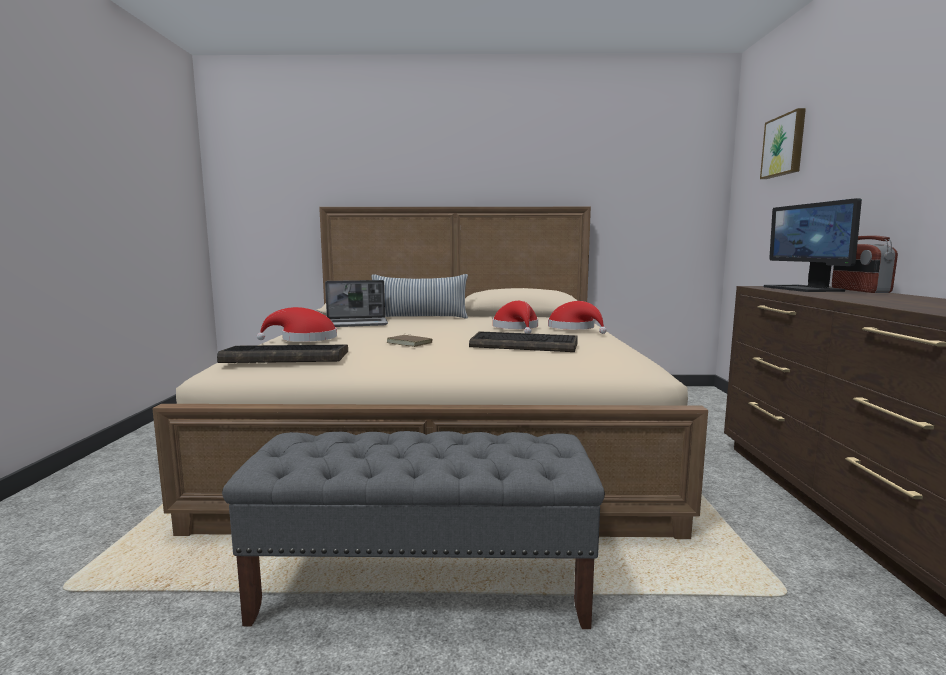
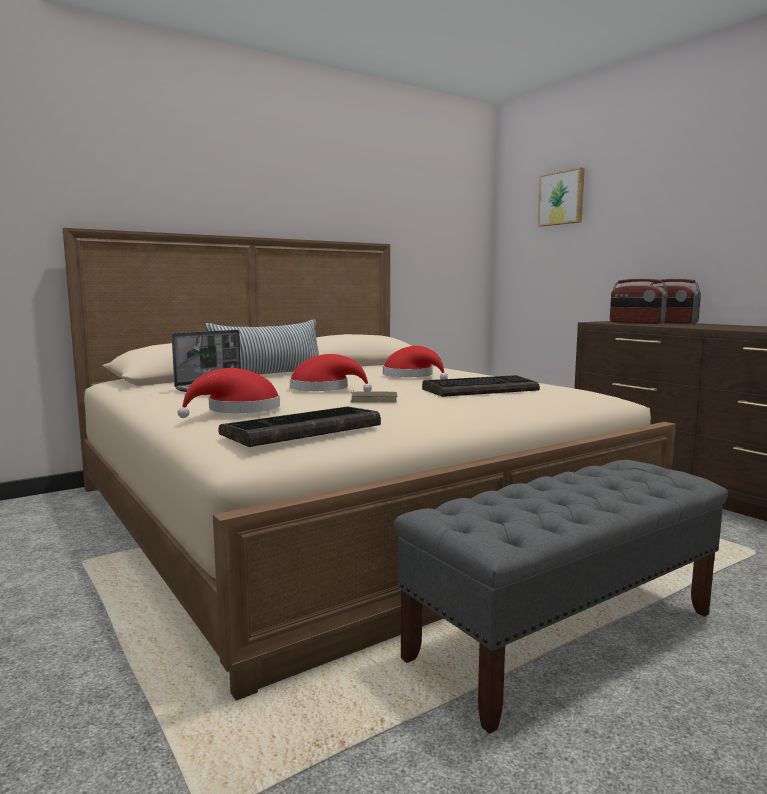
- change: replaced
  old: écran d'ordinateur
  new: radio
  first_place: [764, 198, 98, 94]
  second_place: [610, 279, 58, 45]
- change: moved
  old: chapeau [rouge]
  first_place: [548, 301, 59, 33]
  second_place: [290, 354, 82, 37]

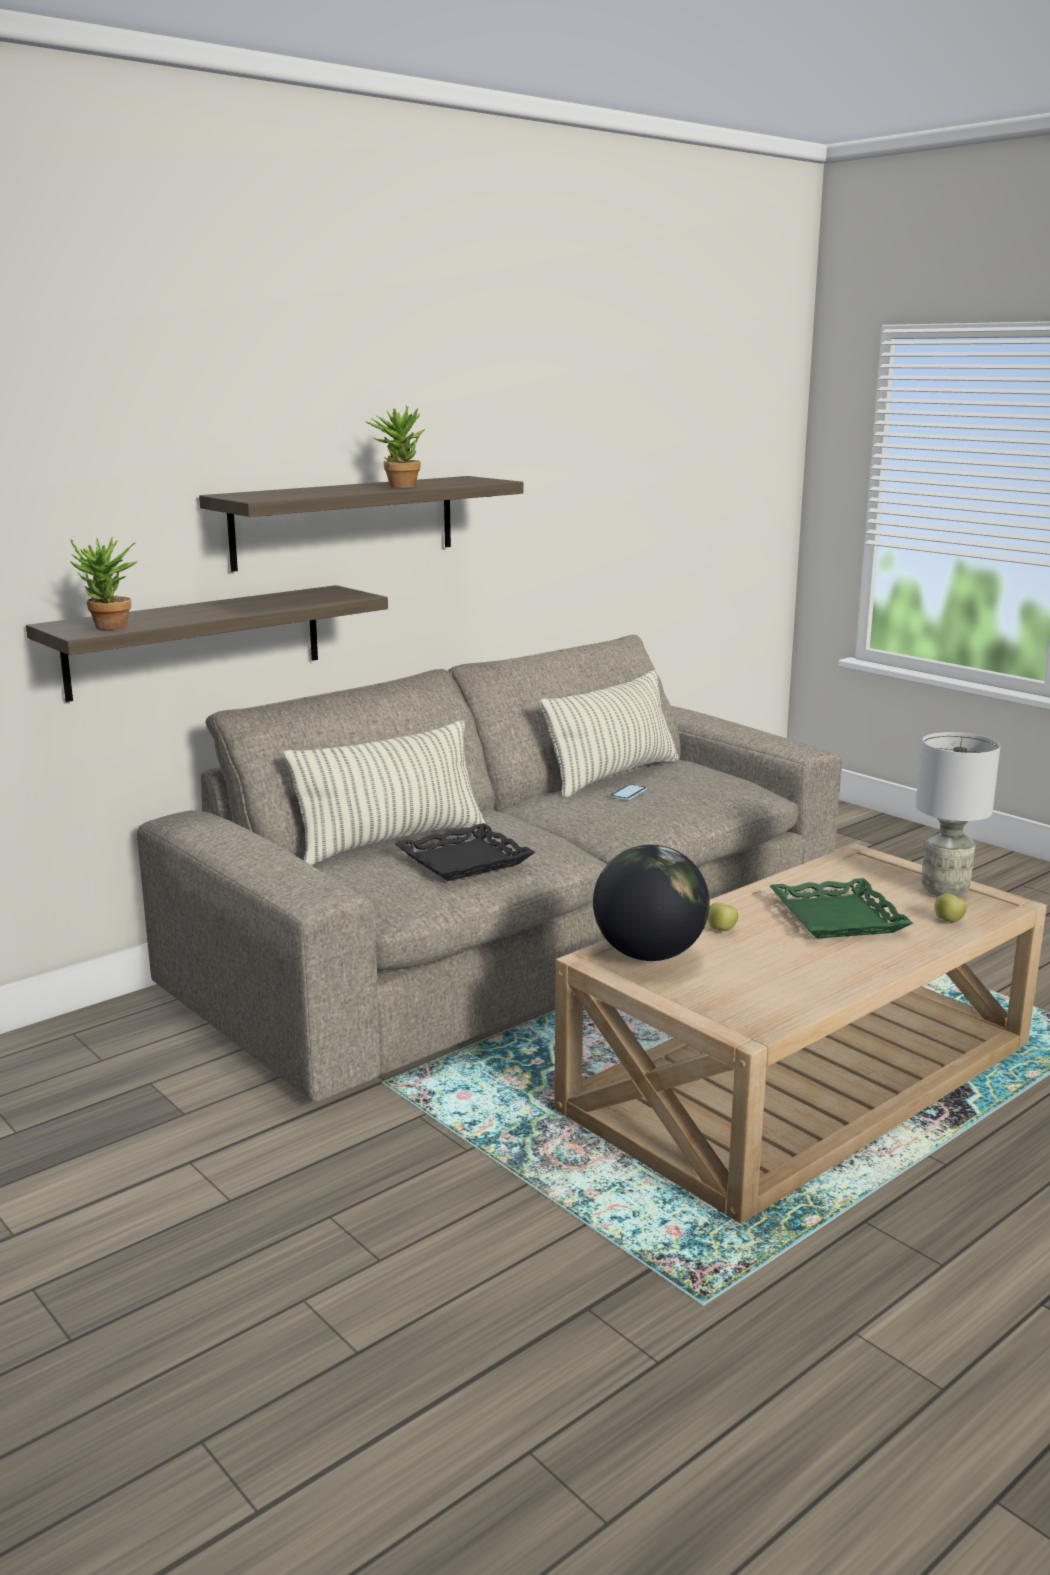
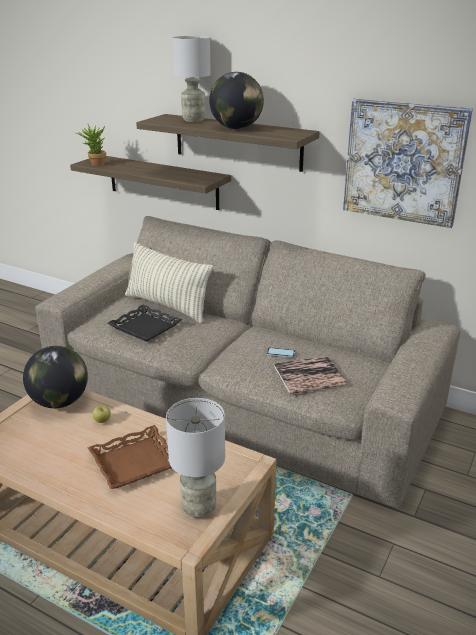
- change: replaced
  old: plante en pot
  new: globe
  first_place: [365, 405, 60, 83]
  second_place: [209, 72, 55, 57]
- change: removed
  old: coussin
  first_place: [540, 670, 139, 128]
- change: recoloured
  old: plateau [vert]
  new: plateau [marron]
  first_place: [770, 878, 143, 61]
  second_place: [87, 425, 85, 64]
- change: removed
  old: pomme
  first_place: [935, 894, 32, 28]
- change: added
  new: lampe de table [gris]
  second_place: [172, 36, 39, 86]
- change: added
  new: tableau
  second_place: [343, 98, 130, 130]
- change: added
  new: livre
  second_place: [274, 356, 73, 38]

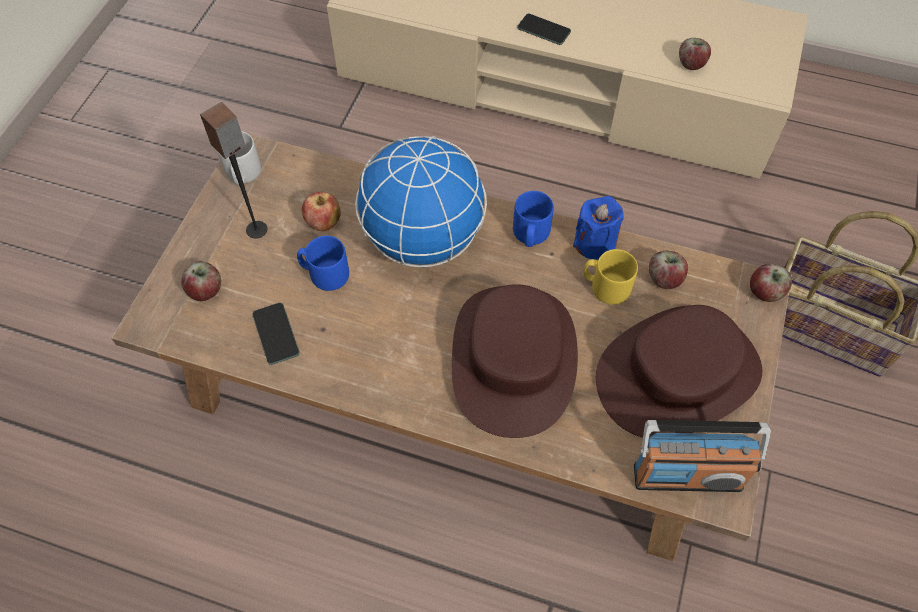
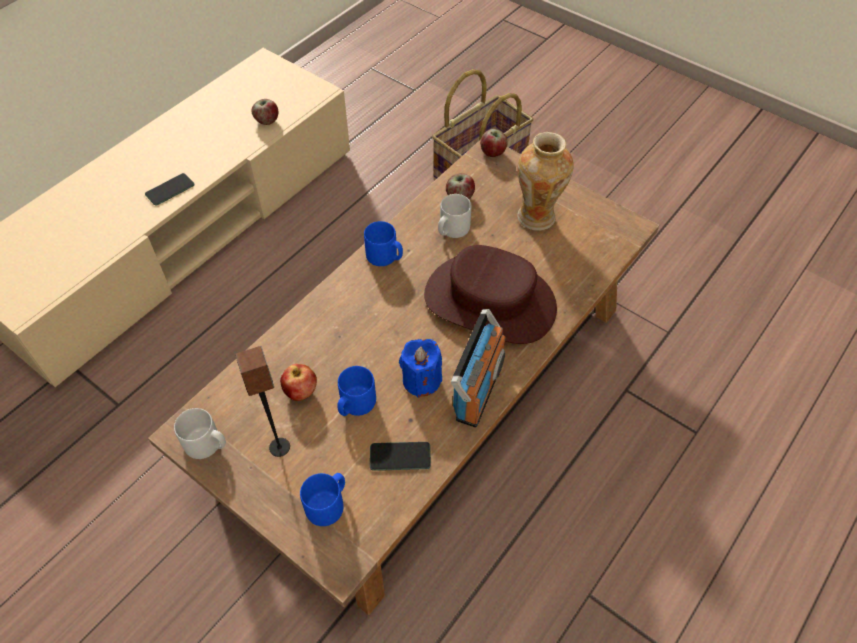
- change: removed
  old: globe
  first_place: [355, 136, 132, 131]
- change: moved
  old: bougie [bleu]
  first_place: [573, 196, 51, 64]
  second_place: [399, 339, 43, 59]
- change: recoloured
  old: mug [jaune]
  new: mug [gris]
  first_place: [584, 249, 54, 56]
  second_place: [438, 194, 33, 44]
- change: replaced
  old: pomme
  new: mug [bleu]
  first_place: [181, 261, 40, 40]
  second_place: [300, 473, 45, 53]
- change: replaced
  old: chapeau [marron]
  new: vase
  first_place: [596, 305, 166, 133]
  second_place: [517, 132, 57, 99]
- change: moved
  old: radio
  first_place: [634, 420, 137, 72]
  second_place: [451, 309, 55, 119]

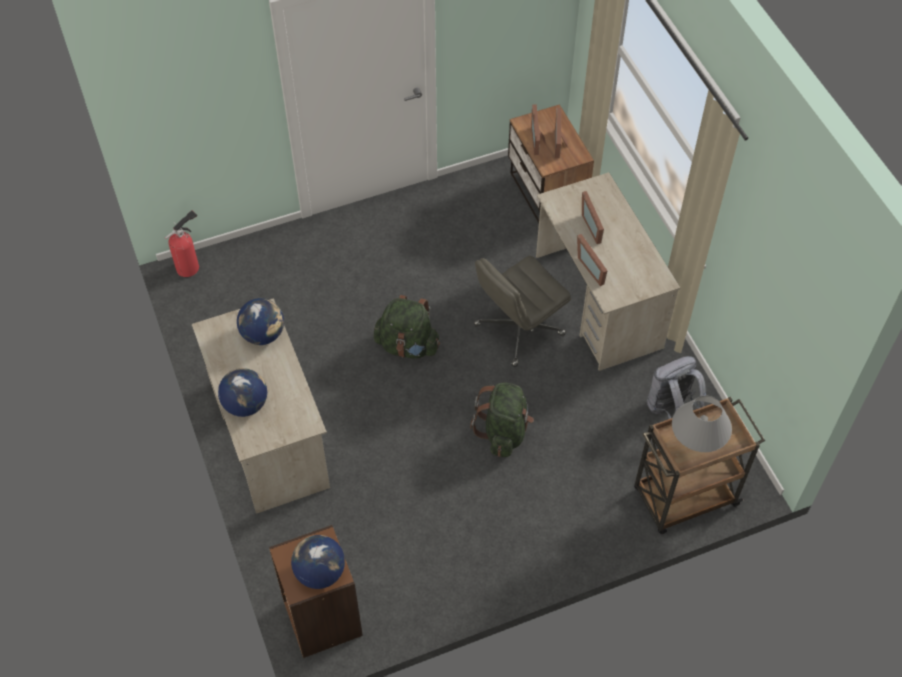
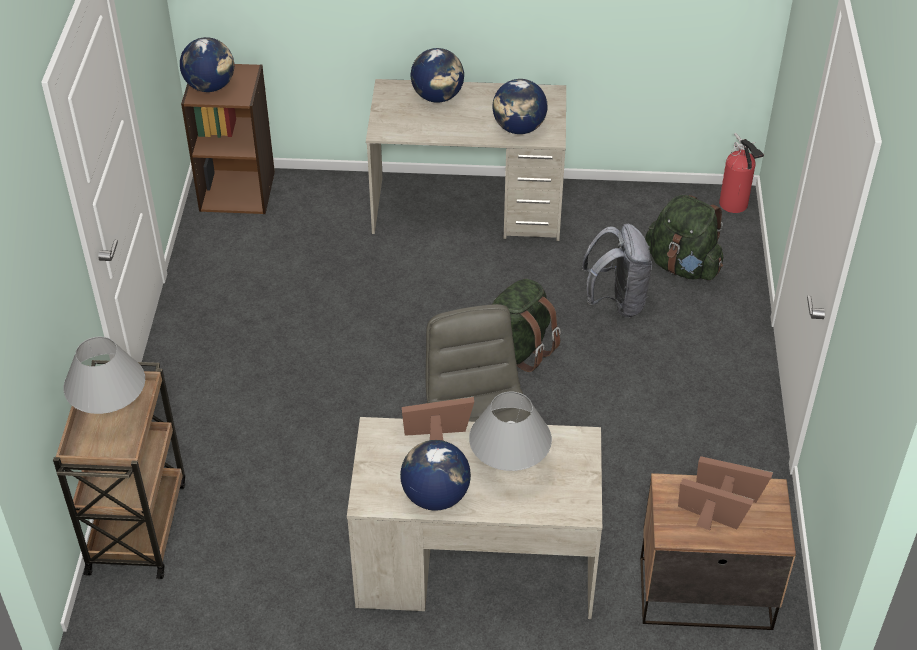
- change: replaced
  old: cadre photo
  new: lampe de table [gris]
  first_place: [582, 191, 22, 53]
  second_place: [469, 392, 83, 79]
- change: moved
  old: sac à dos [gris]
  first_place: [647, 356, 60, 63]
  second_place: [582, 224, 70, 94]
- change: moved
  old: sac à dos [vert]
  first_place: [470, 383, 64, 74]
  second_place: [645, 195, 78, 85]
- change: added
  new: globe
  second_place: [400, 440, 71, 71]

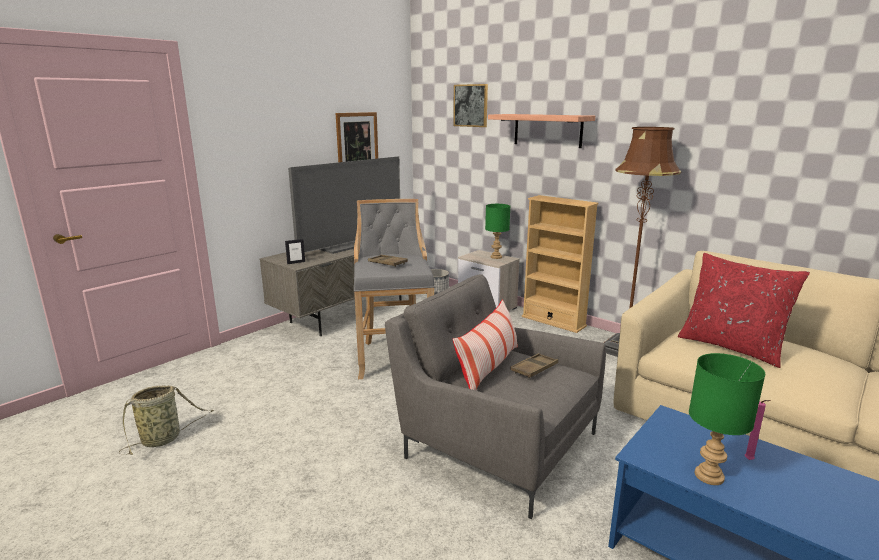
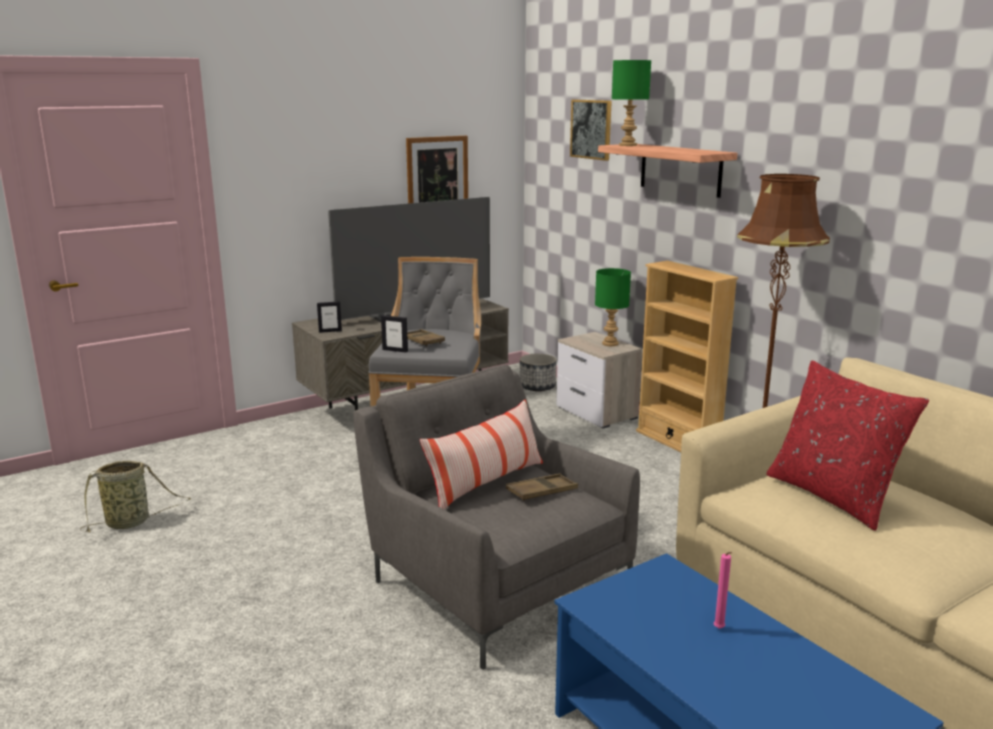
- change: moved
  old: lampe de table [vert]
  first_place: [689, 353, 76, 132]
  second_place: [612, 60, 39, 86]
- change: added
  new: cadre photo
  second_place: [381, 315, 27, 38]

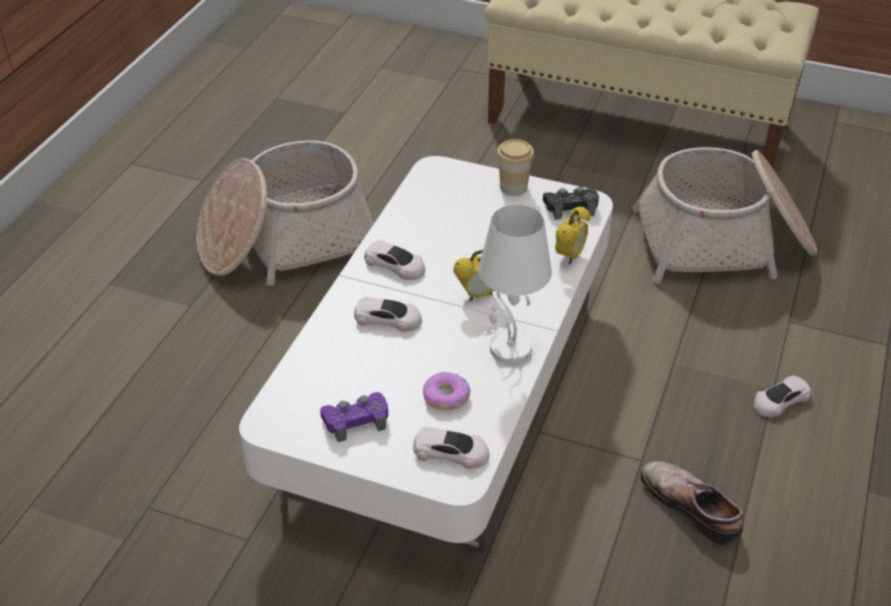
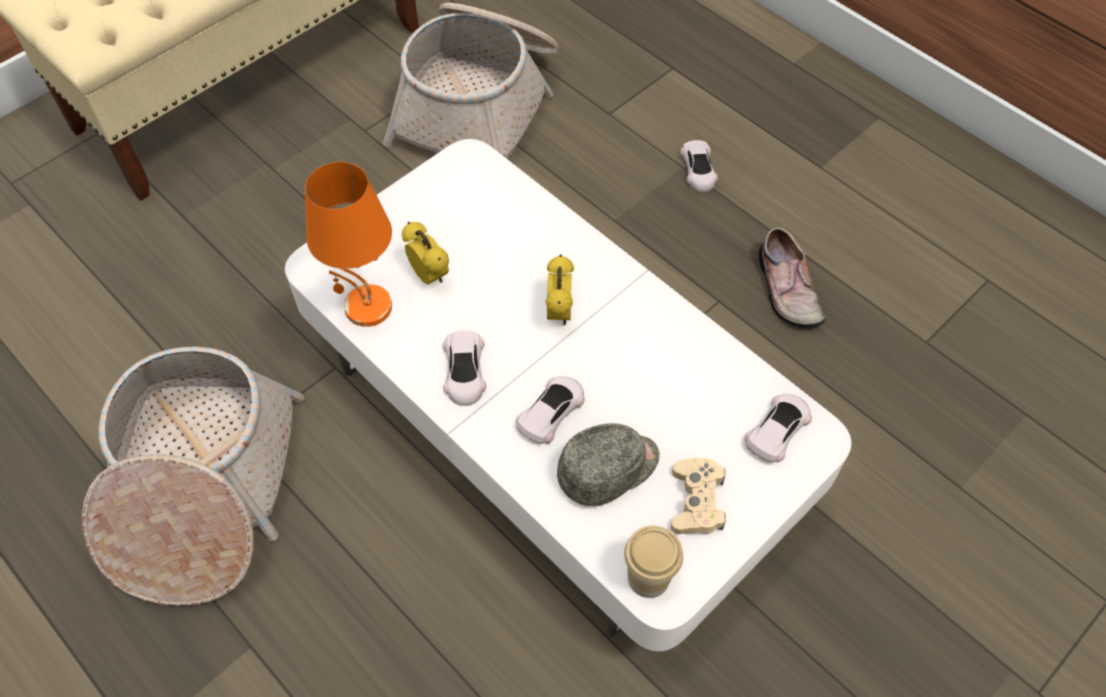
- change: moved
  old: tasse
  first_place: [497, 139, 37, 57]
  second_place: [624, 526, 59, 72]
- change: removed
  old: manette [noir]
  first_place: [543, 187, 56, 33]
- change: removed
  old: lampe de table [blanc]
  first_place: [478, 205, 74, 159]
- change: moved
  old: réveil
  first_place: [555, 206, 35, 59]
  second_place: [402, 222, 47, 63]
- change: turned
  old: petite voiture [blanc]
  first_place: [364, 240, 61, 40]
  second_place: [443, 330, 43, 76]
  degrees: 120
- change: removed
  old: beignet
  first_place: [423, 372, 47, 38]
- change: recoloured
  old: manette [violet]
  new: manette [beige]
  first_place: [320, 392, 68, 50]
  second_place: [670, 458, 56, 76]
- change: turned
  old: chaussure
  first_place: [641, 461, 102, 84]
  second_place: [759, 228, 66, 99]
  degrees: -90
- change: added
  new: lampe de table [orange]
  second_place: [305, 162, 87, 165]
- change: added
  new: casquette [gris]
  second_place: [557, 423, 103, 83]

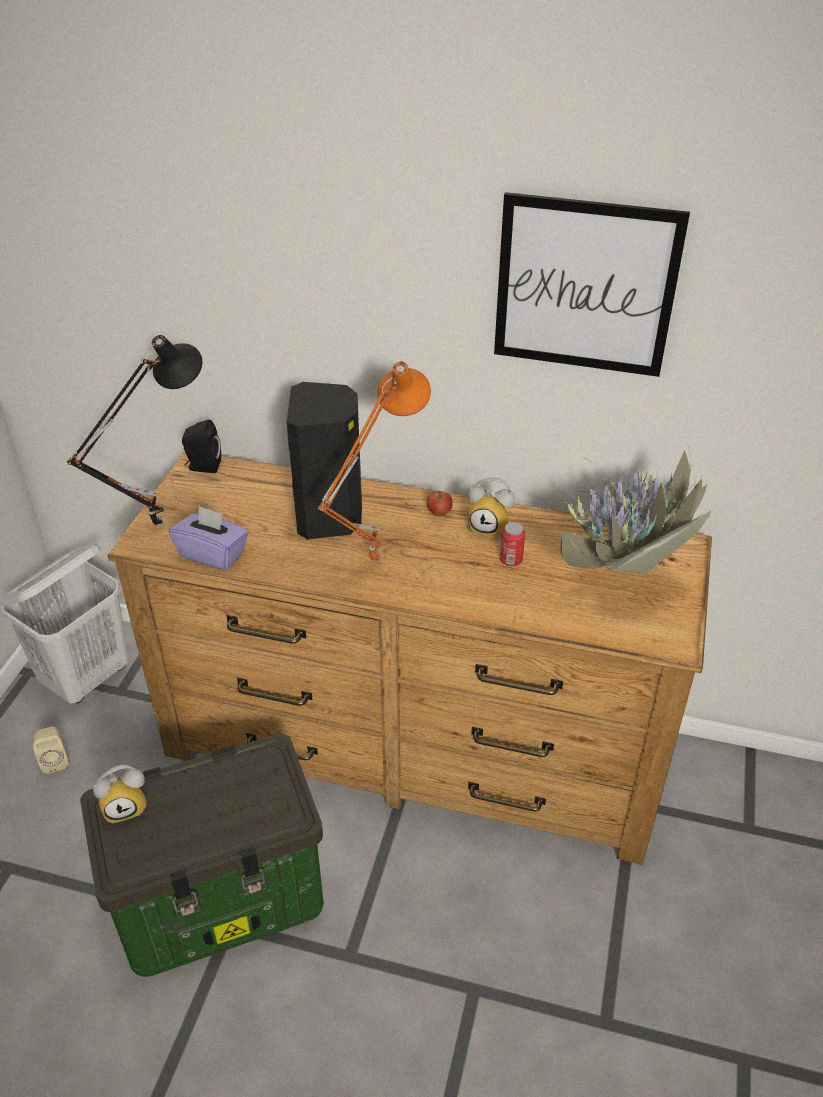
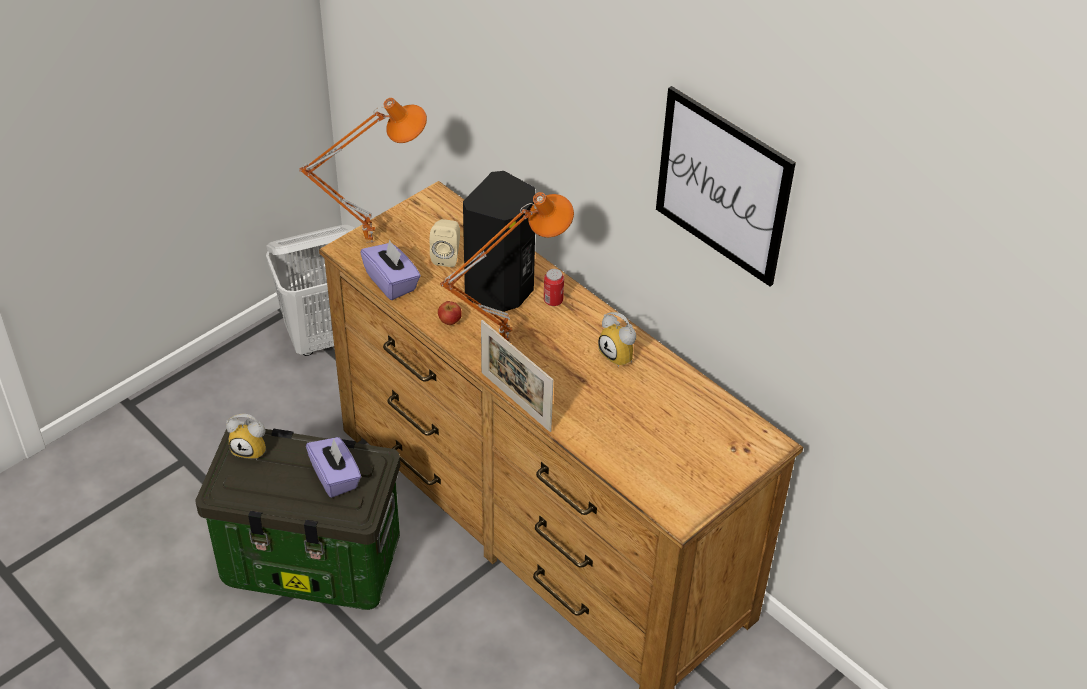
- change: recoloured
  old: lampe de table [noir]
  new: lampe de table [orange]
  first_place: [67, 335, 135, 194]
  second_place: [299, 98, 128, 145]
- change: removed
  old: enceinte [noir]
  first_place: [182, 420, 39, 53]
- change: removed
  old: plante en pot
  first_place: [540, 442, 171, 131]
- change: moved
  old: pomme
  first_place: [427, 491, 26, 25]
  second_place: [438, 301, 24, 24]
- change: moved
  old: boîte métallique
  first_place: [500, 522, 25, 44]
  second_place: [544, 269, 20, 37]
- change: moved
  old: enceinte [beige]
  first_place: [33, 726, 35, 48]
  second_place: [430, 219, 30, 48]
- change: added
  new: cadre photo
  second_place: [481, 320, 72, 112]
- change: added
  new: boîte à mouchoirs [violet]
  second_place: [306, 437, 55, 61]

